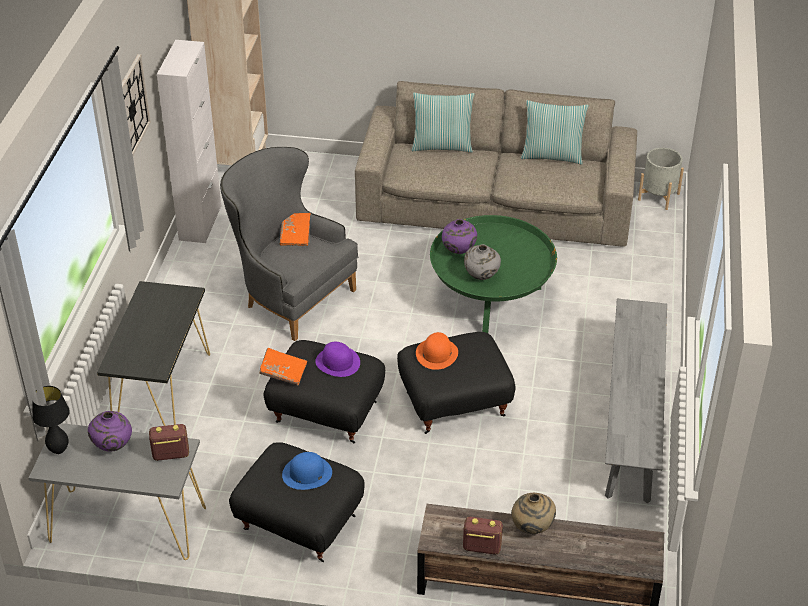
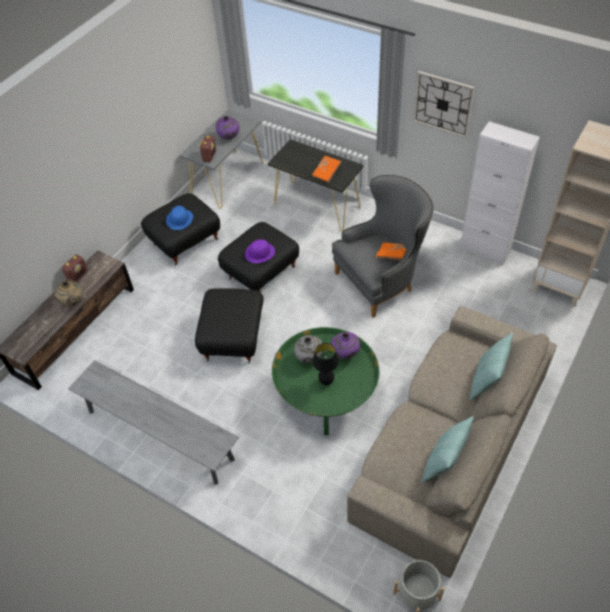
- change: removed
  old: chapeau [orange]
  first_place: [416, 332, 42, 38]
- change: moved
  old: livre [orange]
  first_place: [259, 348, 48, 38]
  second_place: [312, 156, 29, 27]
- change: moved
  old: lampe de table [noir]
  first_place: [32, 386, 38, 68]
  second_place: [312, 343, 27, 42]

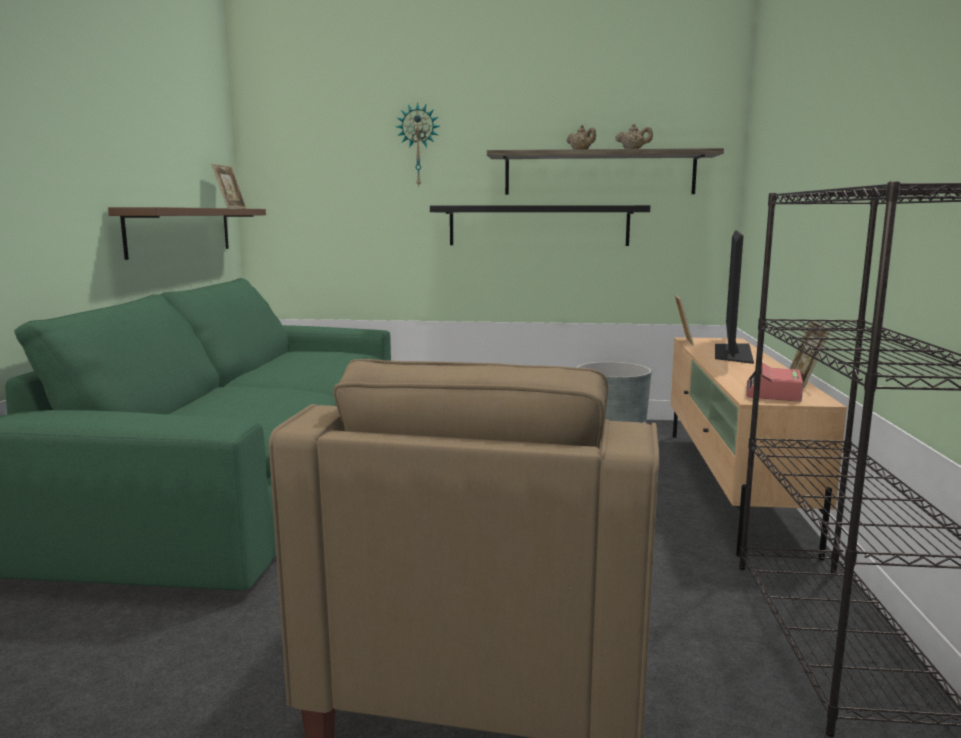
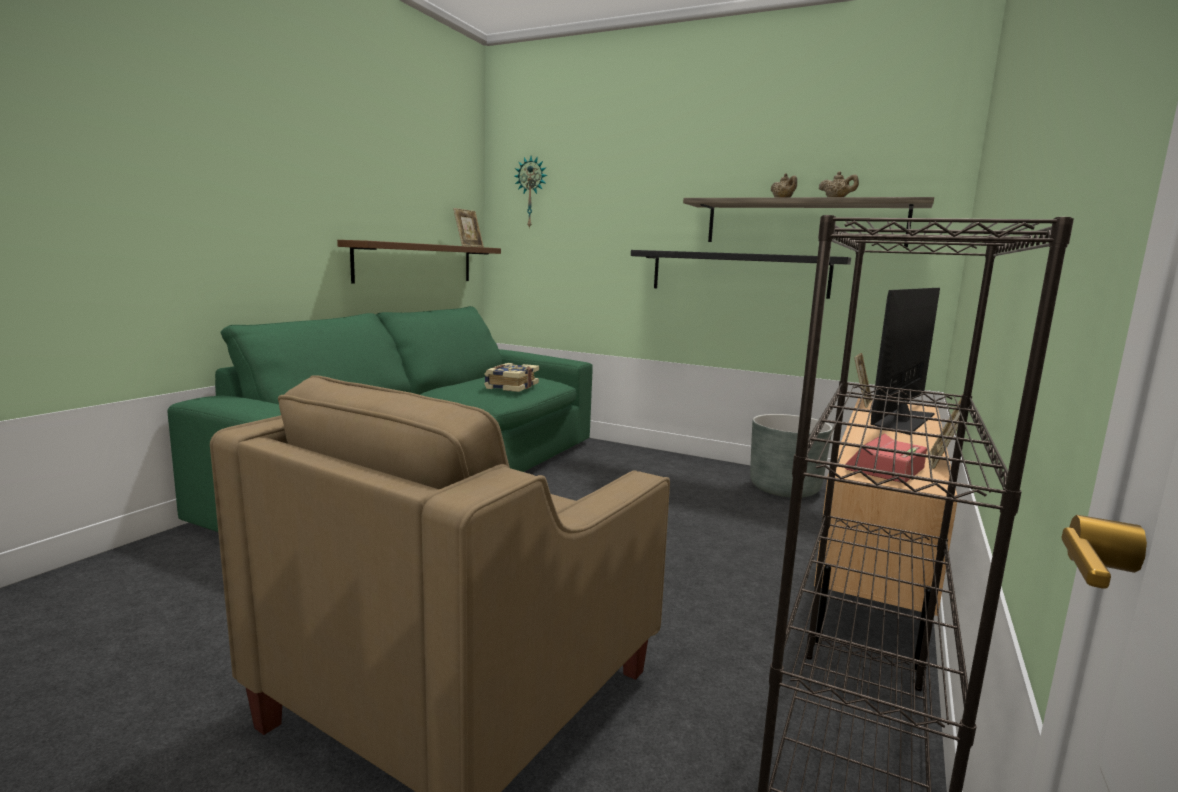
- change: moved
  old: horloge murale
  first_place: [396, 102, 44, 84]
  second_place: [514, 156, 34, 73]
- change: added
  new: livre
  second_place: [484, 363, 55, 29]

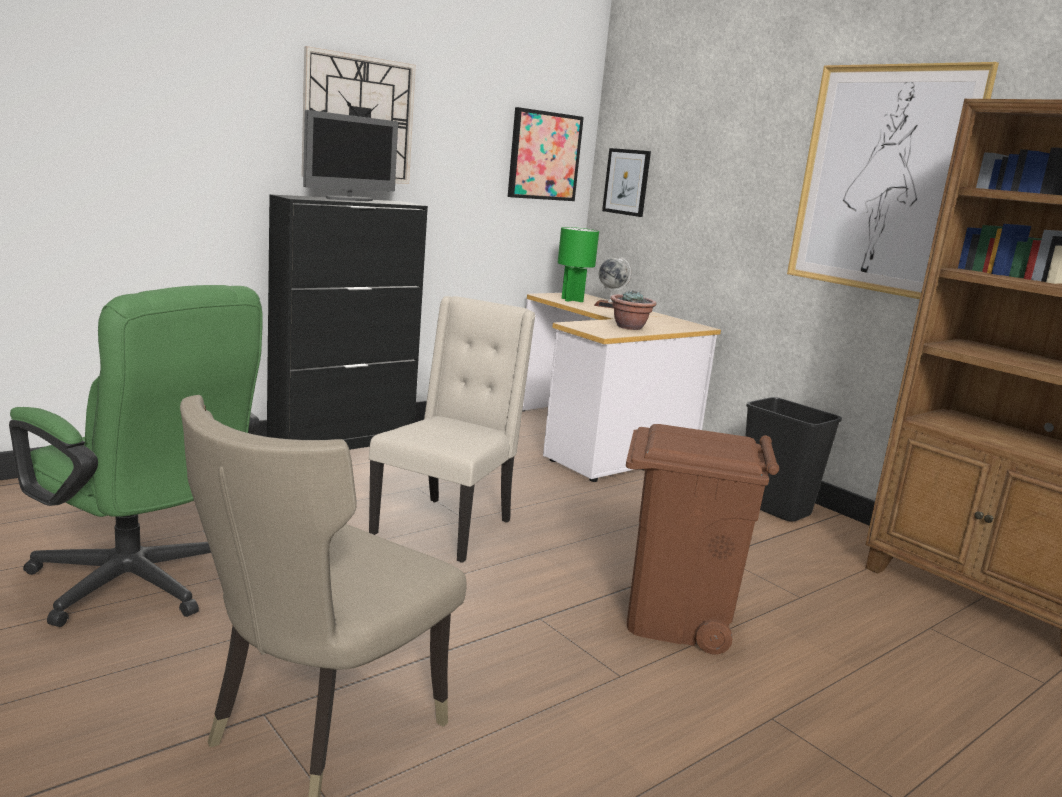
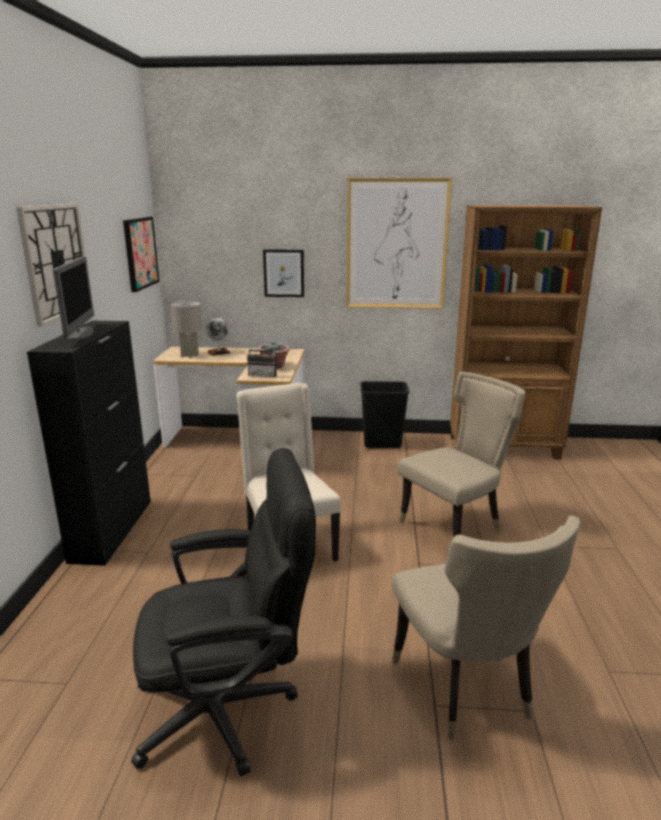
- change: moved
  old: tableau
  first_place: [602, 148, 49, 69]
  second_place: [263, 249, 41, 48]
- change: recoloured
  old: lampe de table [vert]
  new: lampe de table [gris]
  first_place: [558, 227, 41, 75]
  second_place: [171, 301, 31, 57]
- change: recoloured
  old: chaise de bureau [vert]
  new: chaise de bureau [noir]
  first_place: [9, 285, 254, 342]
  second_place: [131, 448, 185, 329]
- change: replaced
  old: poubelle [marron]
  new: chaise [beige]
  first_place: [626, 424, 153, 231]
  second_place: [398, 372, 127, 166]
- change: added
  new: radio
  second_place: [247, 340, 30, 37]

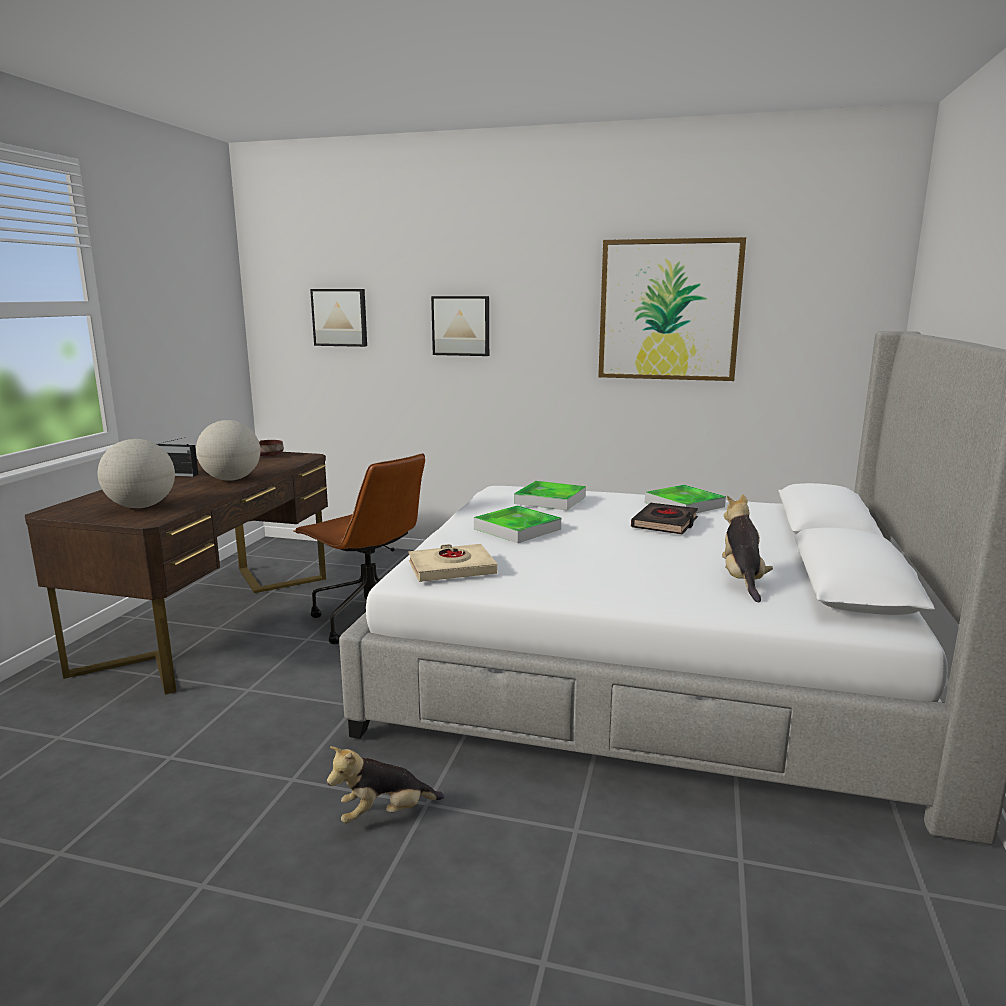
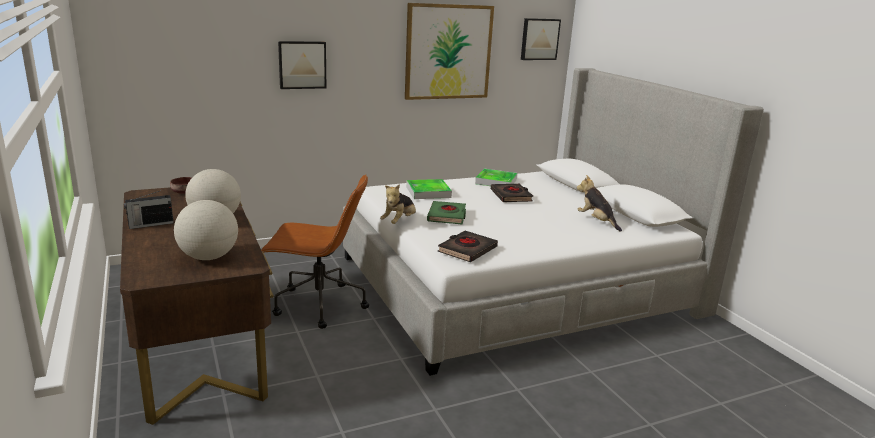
- change: moved
  old: tableau
  first_place: [310, 289, 57, 58]
  second_place: [521, 18, 40, 42]
- change: replaced
  old: plateau
  new: livre [vert]
  first_place: [474, 505, 87, 38]
  second_place: [427, 201, 39, 23]
- change: recoloured
  old: livre [beige]
  new: livre [noir]
  first_place: [408, 544, 89, 38]
  second_place: [438, 231, 60, 31]
- change: moved
  old: peluche
  first_place: [327, 746, 117, 78]
  second_place: [380, 184, 36, 40]

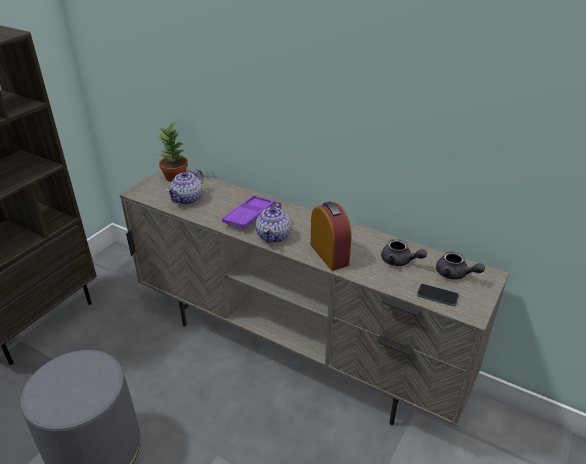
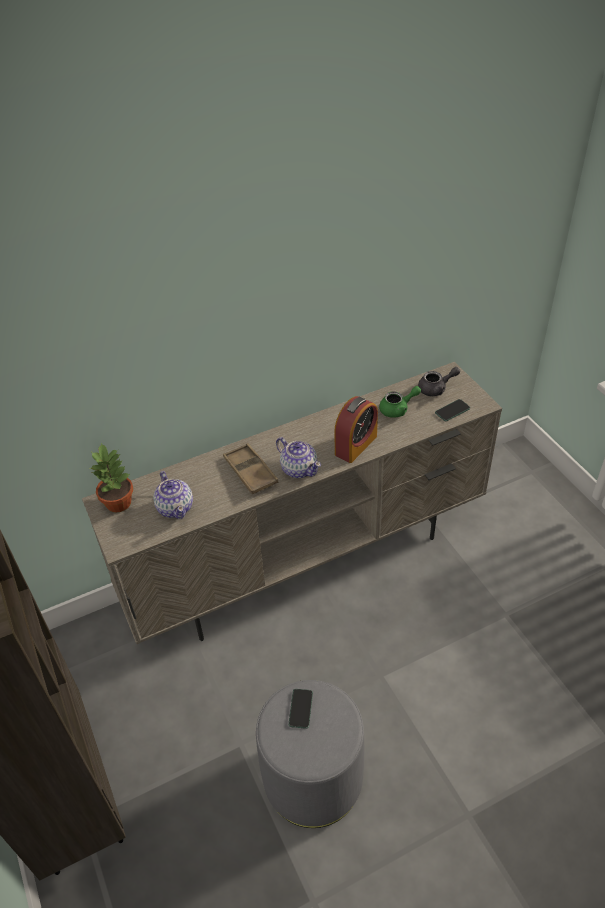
- change: recoloured
  old: plateau [violet]
  new: plateau [marron]
  first_place: [222, 195, 53, 34]
  second_place: [223, 443, 55, 51]
- change: turned
  old: réveil
  first_place: [310, 201, 42, 70]
  second_place: [334, 396, 44, 67]
  degrees: 120
- change: recoloured
  old: théière [gris]
  new: théière [vert]
  first_place: [381, 239, 46, 27]
  second_place: [379, 386, 42, 32]
- change: added
  new: téléphone
  second_place: [288, 689, 25, 40]

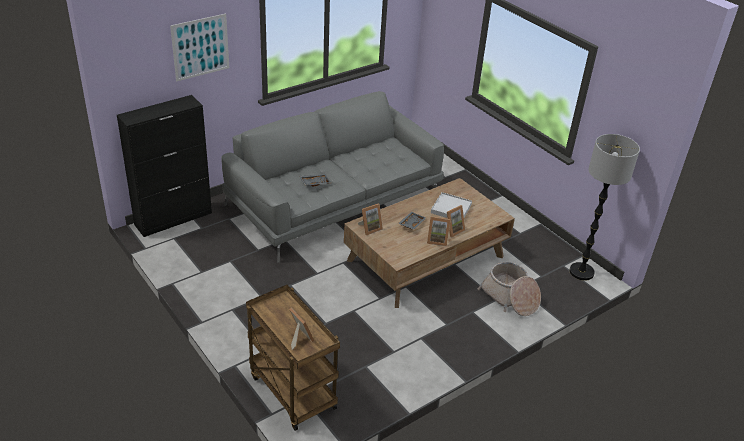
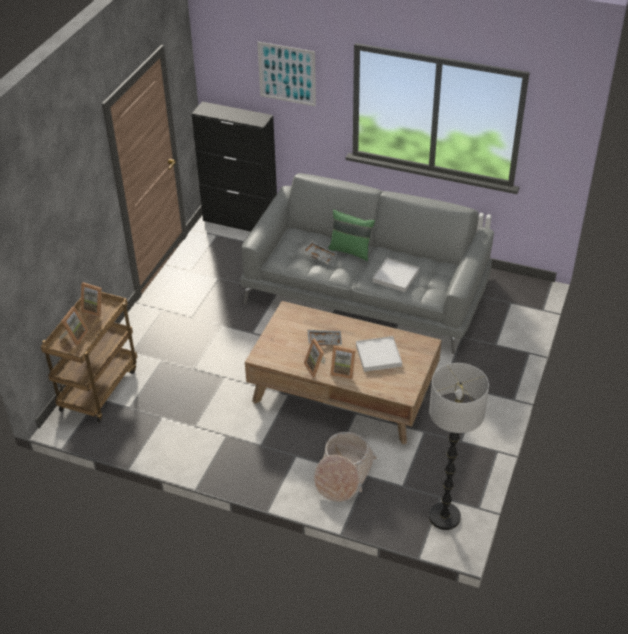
- change: moved
  old: cadre photo
  first_place: [358, 203, 25, 32]
  second_place: [81, 283, 21, 34]
- change: added
  new: coussin [vert]
  second_place: [328, 209, 47, 52]
- change: added
  new: plateau [blanc]
  second_place: [372, 258, 47, 34]

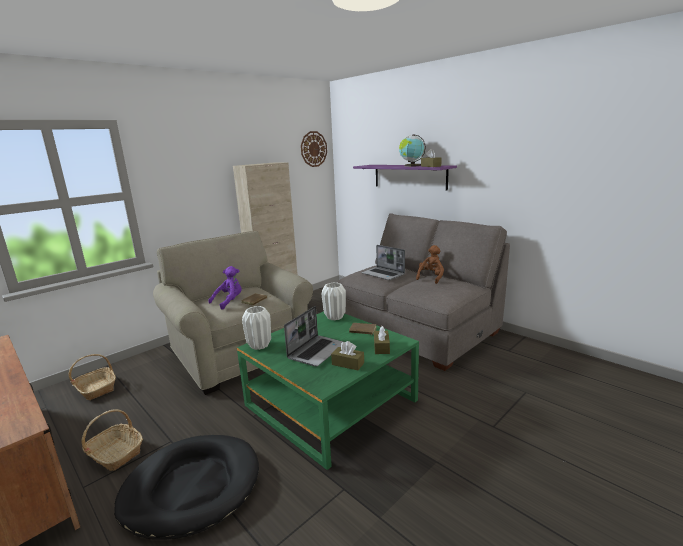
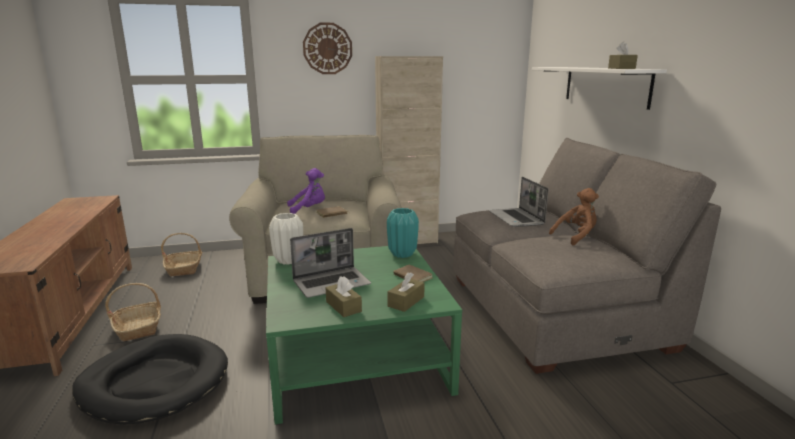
- change: moved
  old: horloge murale
  first_place: [301, 131, 26, 36]
  second_place: [303, 22, 49, 52]
- change: removed
  old: globe
  first_place: [399, 134, 27, 33]
- change: recoloured
  old: étagère [violet]
  new: étagère [blanc]
  first_place: [353, 165, 104, 26]
  second_place: [532, 67, 135, 43]
- change: recoloured
  old: vase [blanc]
  new: vase [turquoise]
  first_place: [322, 282, 24, 38]
  second_place: [387, 208, 32, 50]

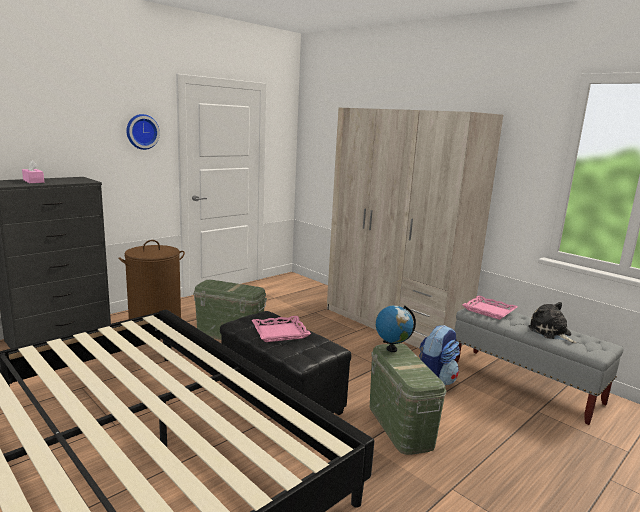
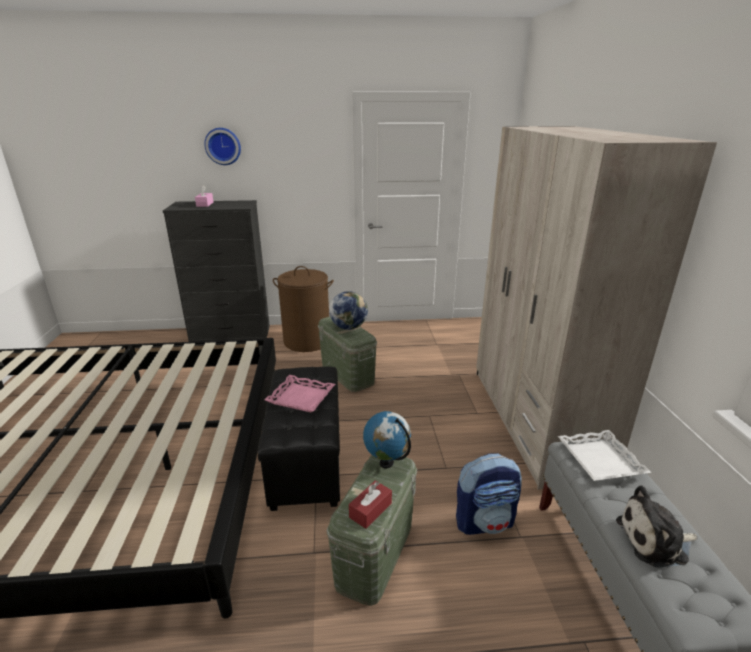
- change: moved
  old: horloge murale
  first_place: [126, 114, 34, 36]
  second_place: [204, 128, 37, 37]
- change: recoloured
  old: plateau [rose]
  new: plateau [blanc]
  first_place: [462, 295, 56, 25]
  second_place: [558, 430, 93, 51]
- change: turned
  old: peluche
  first_place: [528, 302, 49, 41]
  second_place: [616, 485, 81, 83]
  degrees: -105
- change: added
  new: globe
  second_place: [329, 291, 39, 39]
- change: added
  new: boîte à mouchoirs [rouge]
  second_place: [349, 481, 43, 48]

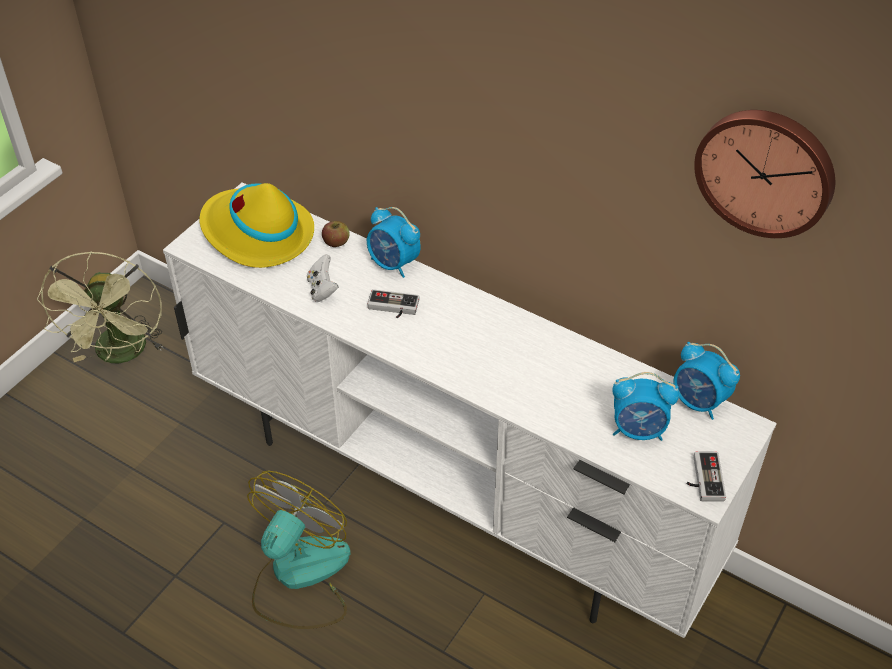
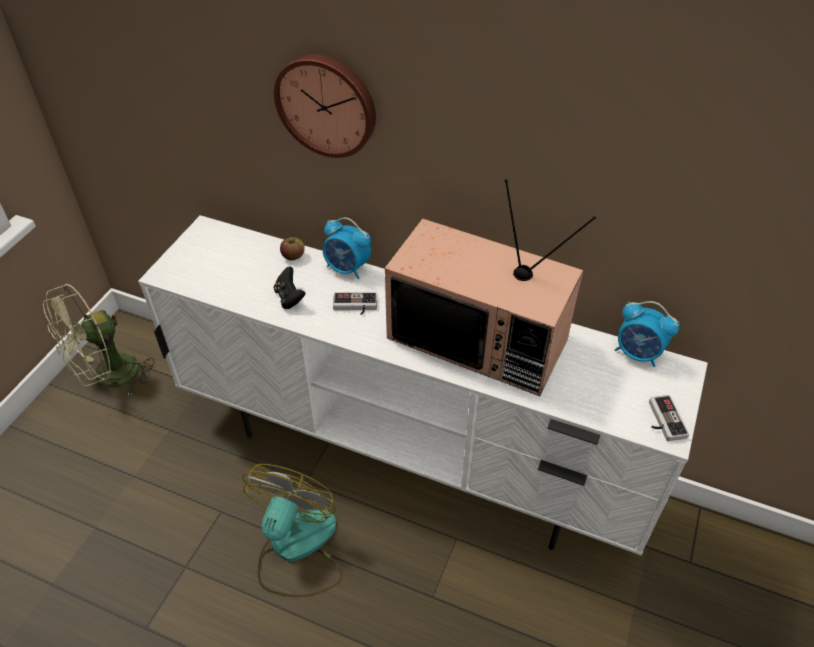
- change: moved
  old: horloge murale
  first_place: [694, 110, 141, 128]
  second_place: [274, 54, 102, 104]
- change: removed
  old: chapeau [jaune]
  first_place: [199, 183, 115, 85]
- change: turned
  old: ventilateur [vert]
  first_place: [37, 251, 127, 112]
  second_place: [43, 284, 111, 112]
  degrees: 60
- change: recoloured
  old: manette [blanc]
  new: manette [noir]
  first_place: [307, 254, 32, 48]
  second_place: [274, 267, 31, 42]
- change: removed
  old: réveil
  first_place: [612, 372, 67, 69]
- change: added
  new: téléviseur
  second_place: [385, 179, 211, 217]

